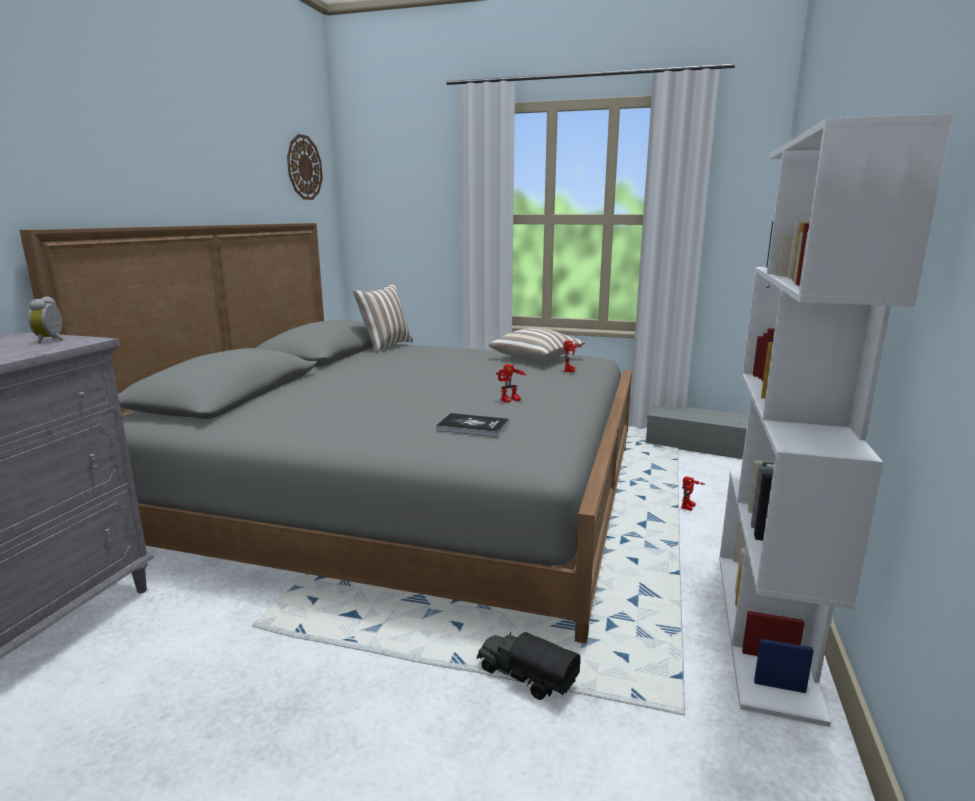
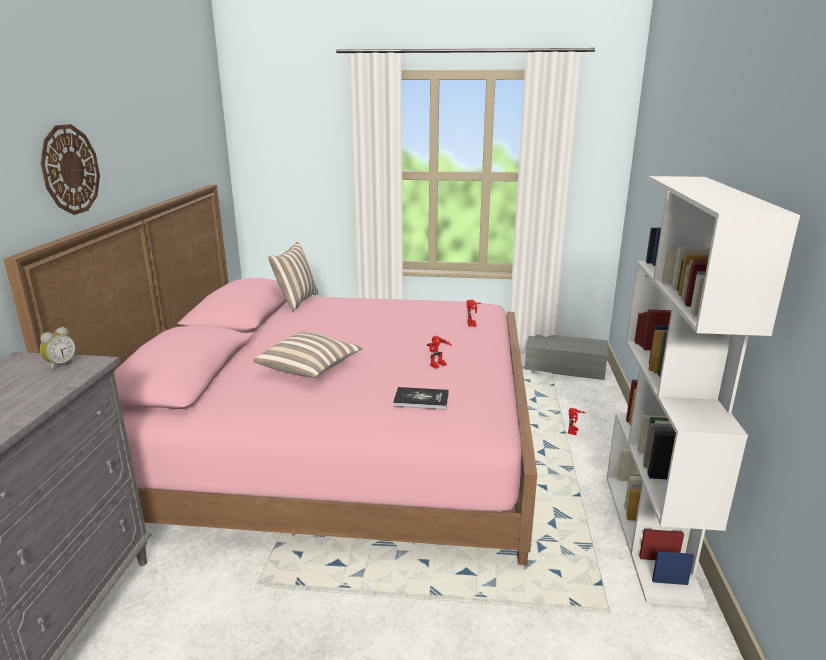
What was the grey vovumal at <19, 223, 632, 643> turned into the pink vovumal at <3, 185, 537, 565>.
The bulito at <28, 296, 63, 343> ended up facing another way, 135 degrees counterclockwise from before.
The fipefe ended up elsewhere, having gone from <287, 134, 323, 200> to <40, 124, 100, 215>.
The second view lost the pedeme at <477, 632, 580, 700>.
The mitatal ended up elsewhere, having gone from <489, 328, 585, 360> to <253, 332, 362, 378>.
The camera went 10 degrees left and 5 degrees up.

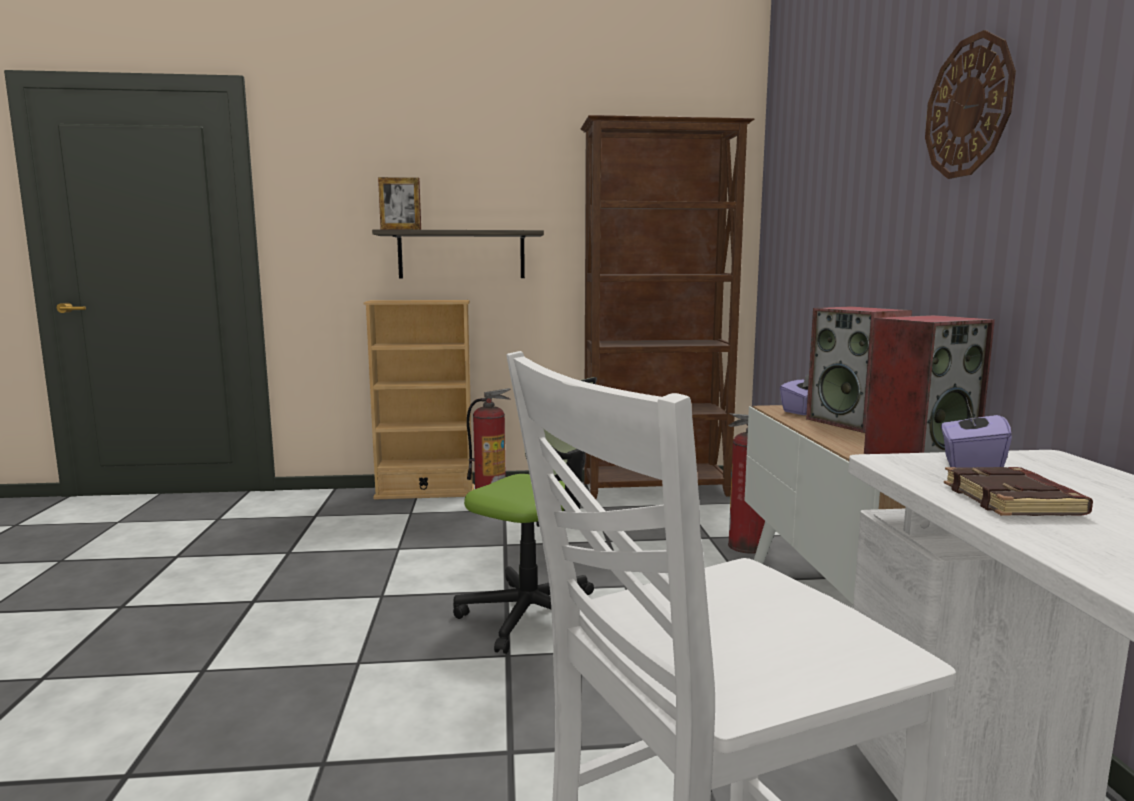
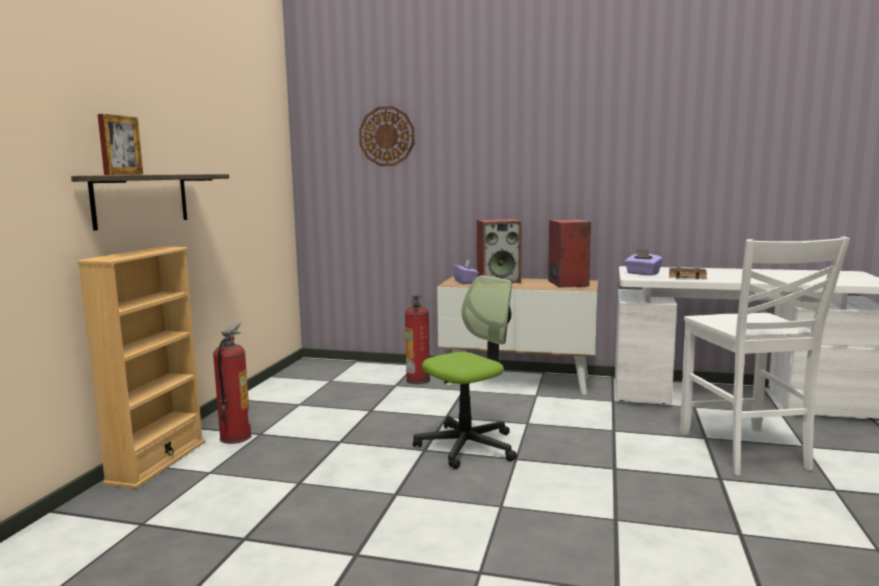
The second view lost the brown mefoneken at <581, 115, 754, 499>.
The fipefe ended up elsewhere, having gone from <925, 30, 1016, 179> to <359, 106, 415, 166>.
The camera went 70 degrees left and 0 degrees up.

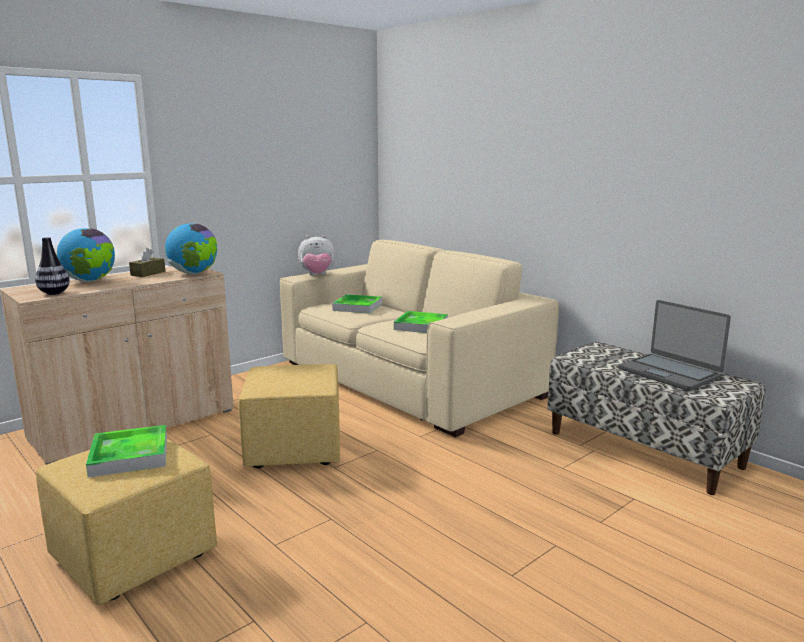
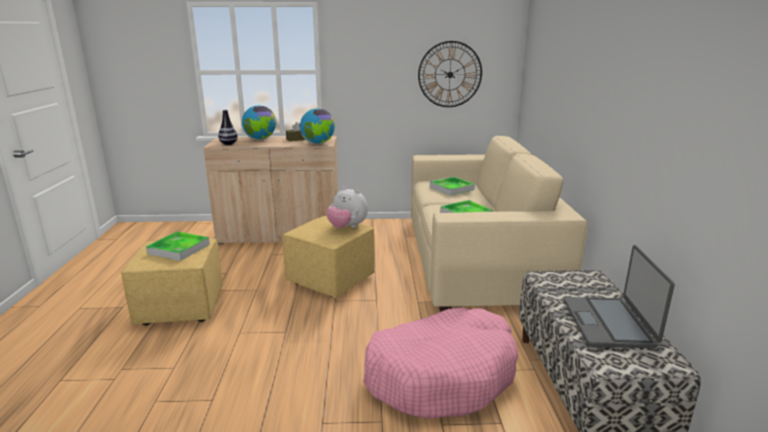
The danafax ended up elsewhere, having gone from <298, 235, 335, 275> to <326, 187, 368, 228>.
The second view gained the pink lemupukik at <363, 307, 518, 419>.
The second view gained the fipefe at <418, 41, 482, 107>.
The camera went 40 degrees right and 5 degrees up.

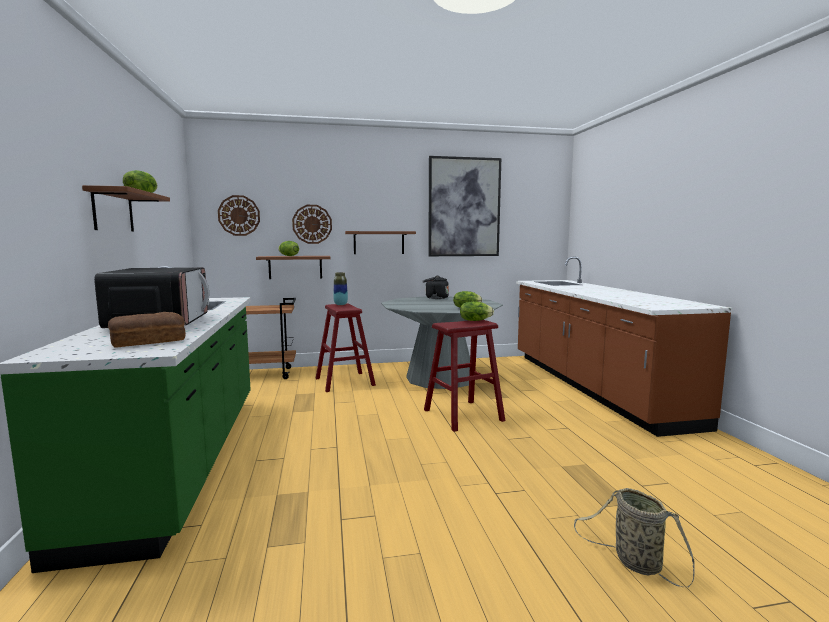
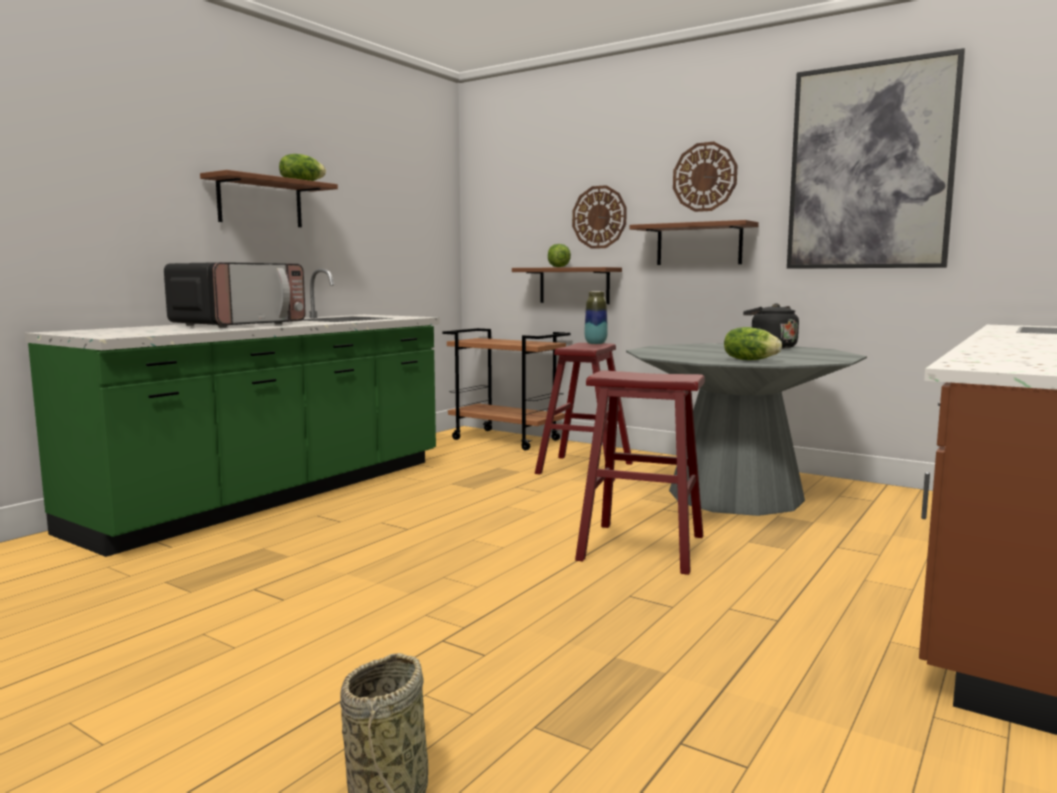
The second view lost the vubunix at <108, 312, 186, 347>.
The fipefe ended up elsewhere, having gone from <218, 195, 260, 236> to <673, 142, 738, 212>.
The second view lost the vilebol at <460, 301, 494, 321>.
The camera went 45 degrees right and 0 degrees up.

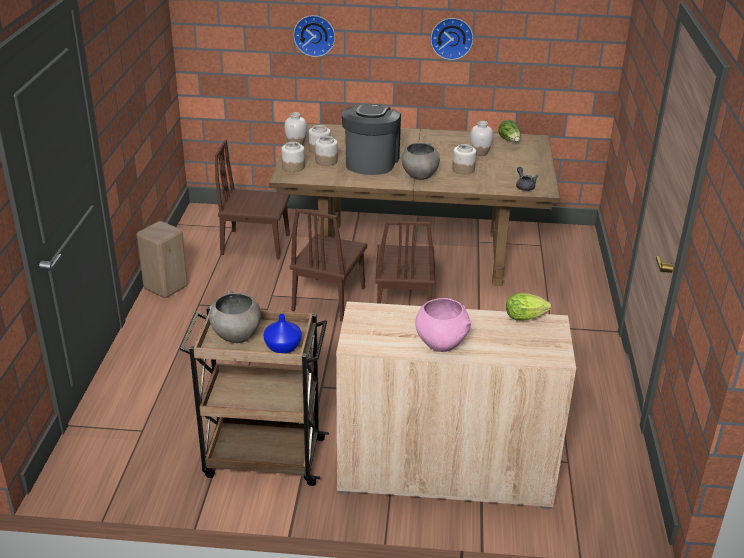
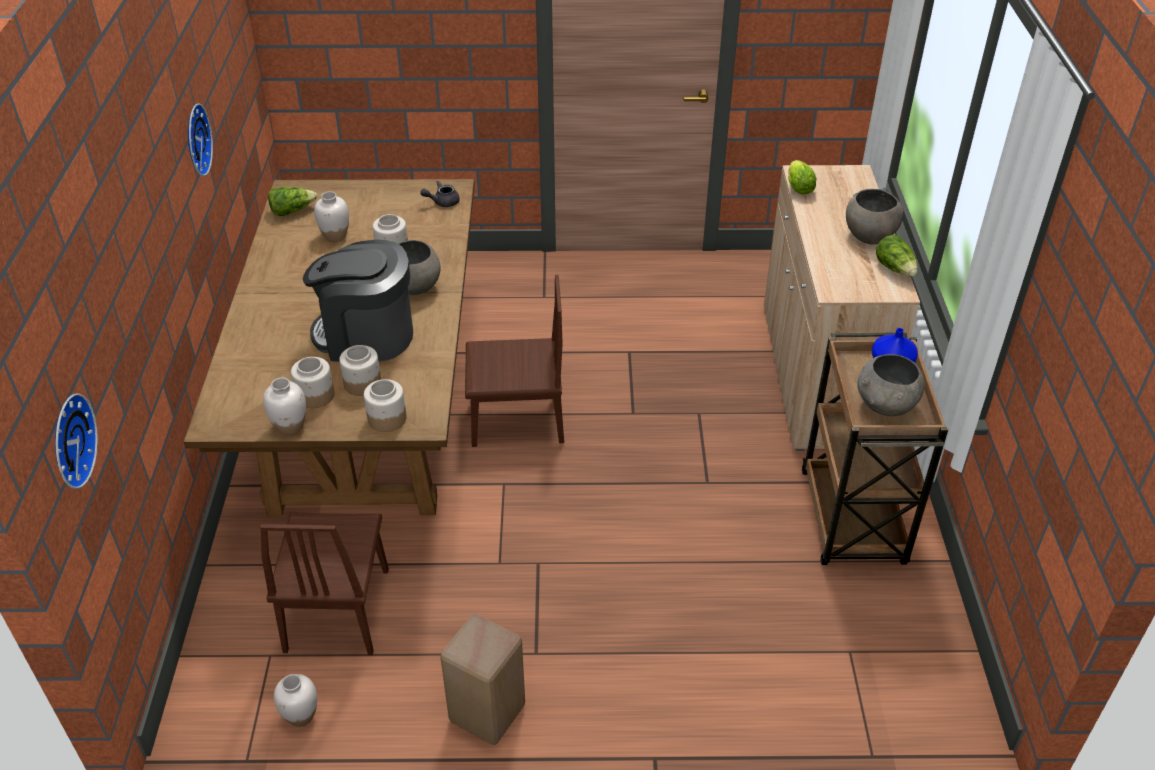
The second view lost the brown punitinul at <290, 208, 367, 322>.
The fipefe ended up elsewhere, having gone from <293, 15, 335, 57> to <55, 393, 98, 489>.
What was the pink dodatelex at <415, 298, 472, 352> turned into the grey dodatelex at <846, 187, 903, 244>.
The second view gained the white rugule at <274, 674, 317, 727>.
The second view gained the vilebol at <876, 235, 918, 276>.
The camera went 95 degrees left and 10 degrees up.

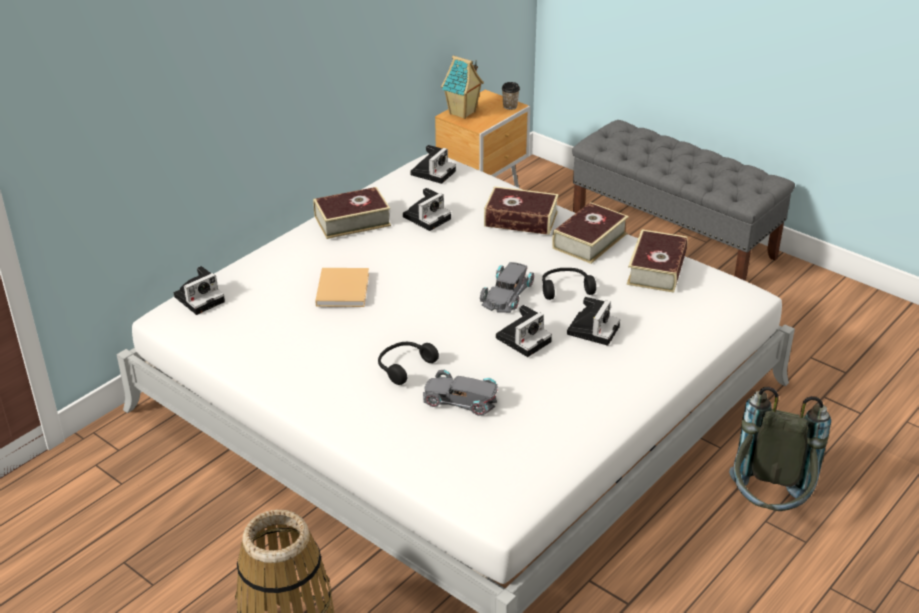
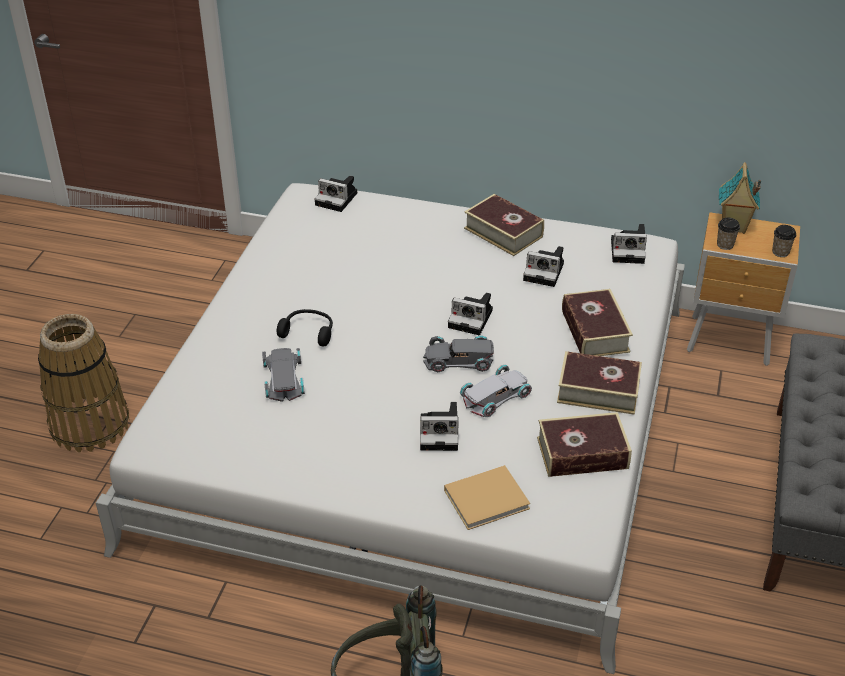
The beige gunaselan ended up elsewhere, having gone from <315, 268, 369, 307> to <444, 465, 531, 530>.
The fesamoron ended up elsewhere, having gone from <496, 305, 552, 357> to <448, 293, 493, 335>.
Where the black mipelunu stood at <542, 268, 596, 300>, the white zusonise came to stand at <460, 364, 532, 417>.
The second view gained the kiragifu at <717, 218, 740, 250>.
The camera went 65 degrees right and 5 degrees up.

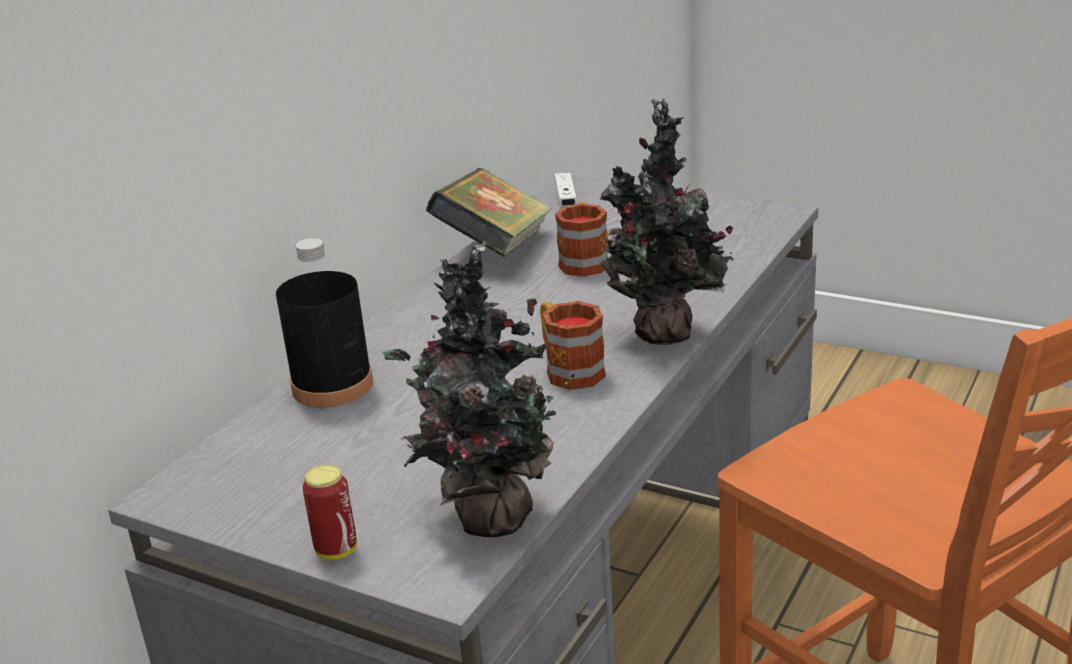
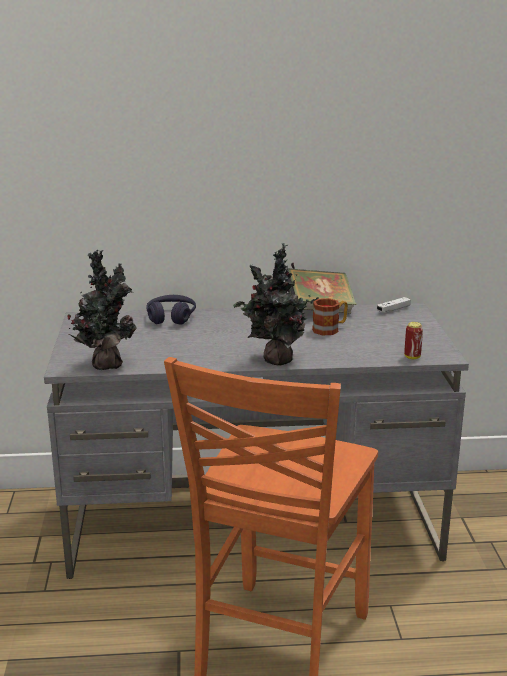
Where the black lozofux stood at <276, 238, 373, 407>, the purple mipelunu came to stand at <147, 295, 196, 325>.
The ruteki ended up elsewhere, having gone from <302, 465, 357, 560> to <404, 322, 423, 359>.
The second view lost the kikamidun at <540, 301, 606, 390>.
The camera went 55 degrees right and 5 degrees down.

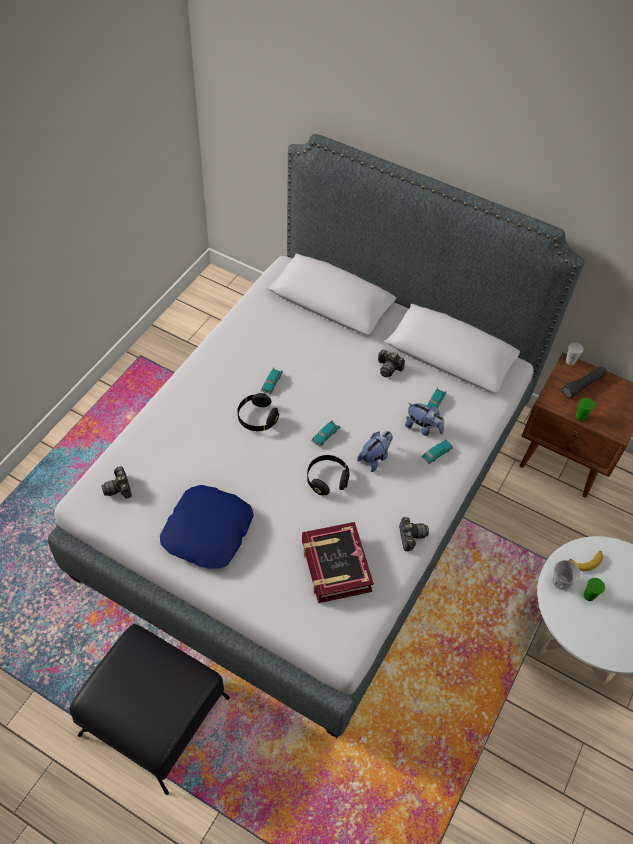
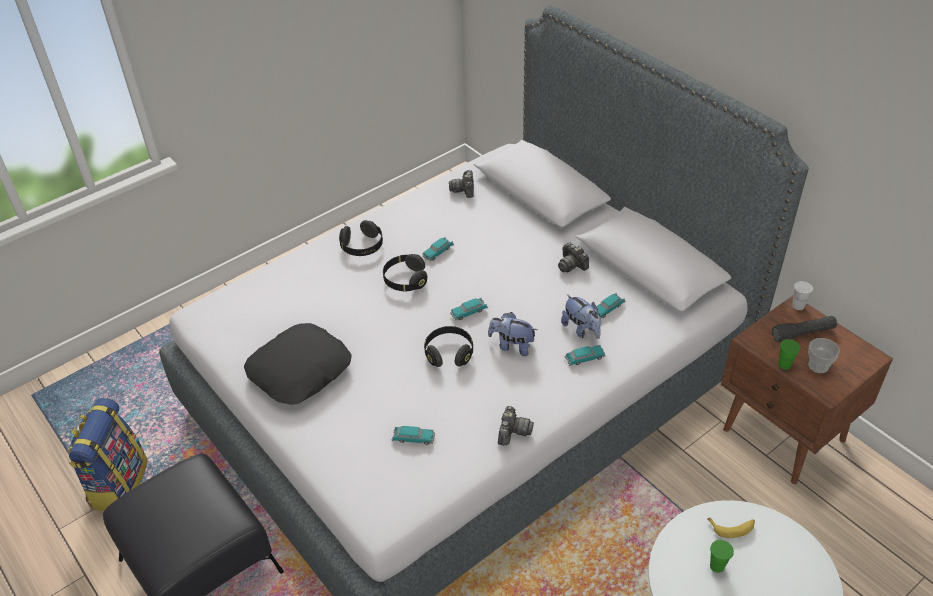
The fesamoron ended up elsewhere, having gone from <101, 466, 132, 499> to <449, 170, 474, 198>.
What was the blue mitatal at <160, 485, 254, 569> turned into the black mitatal at <244, 323, 351, 405>.
Where the gunaselan stood at <302, 522, 374, 603>, the zusonise came to stand at <392, 426, 435, 445>.
The danafax at <357, 431, 393, 472> ended up facing another way, 135 degrees counterclockwise from before.
The kiragifu ended up elsewhere, having gone from <552, 560, 580, 590> to <808, 338, 840, 373>.
The second view gained the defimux at <69, 398, 148, 511>.
The second view gained the black mipelunu at <339, 220, 383, 256>.
The camera went 25 degrees right and 10 degrees down.

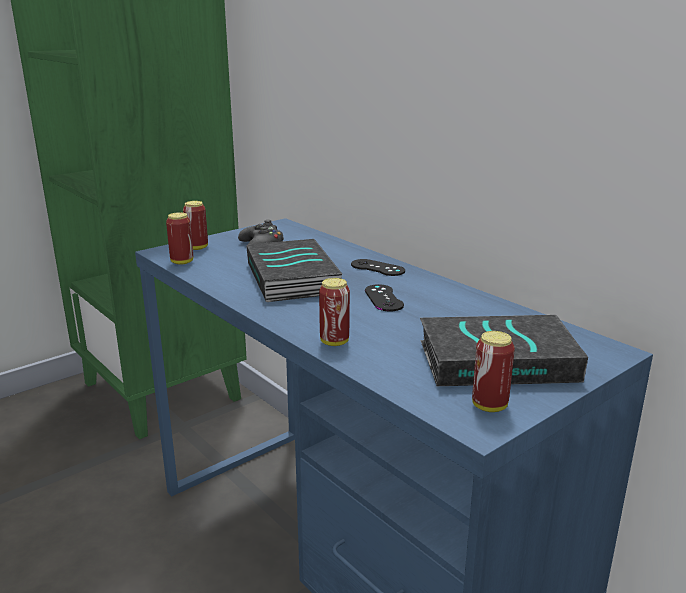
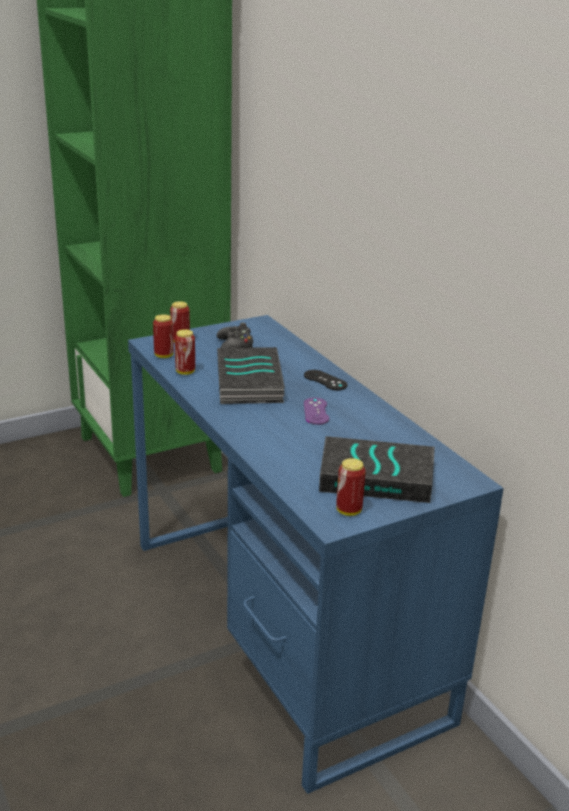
The ruteki ended up elsewhere, having gone from <319, 278, 350, 346> to <175, 329, 195, 375>.
What was the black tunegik at <365, 284, 404, 312> turned into the purple tunegik at <304, 398, 329, 425>.
The camera went 10 degrees right and 5 degrees up.

